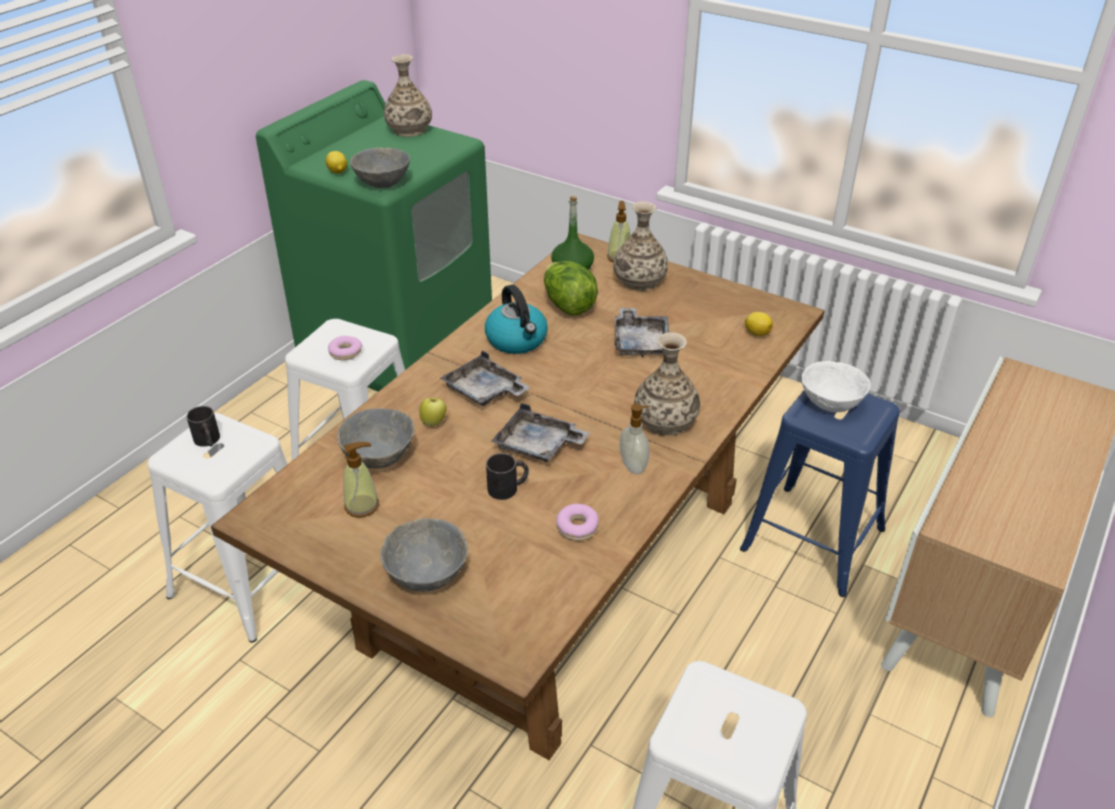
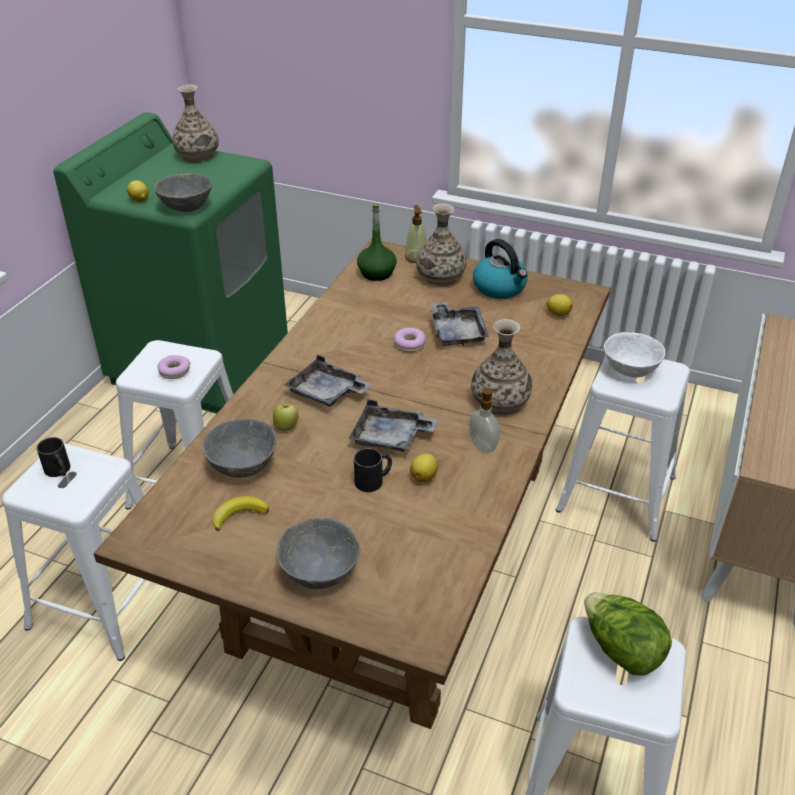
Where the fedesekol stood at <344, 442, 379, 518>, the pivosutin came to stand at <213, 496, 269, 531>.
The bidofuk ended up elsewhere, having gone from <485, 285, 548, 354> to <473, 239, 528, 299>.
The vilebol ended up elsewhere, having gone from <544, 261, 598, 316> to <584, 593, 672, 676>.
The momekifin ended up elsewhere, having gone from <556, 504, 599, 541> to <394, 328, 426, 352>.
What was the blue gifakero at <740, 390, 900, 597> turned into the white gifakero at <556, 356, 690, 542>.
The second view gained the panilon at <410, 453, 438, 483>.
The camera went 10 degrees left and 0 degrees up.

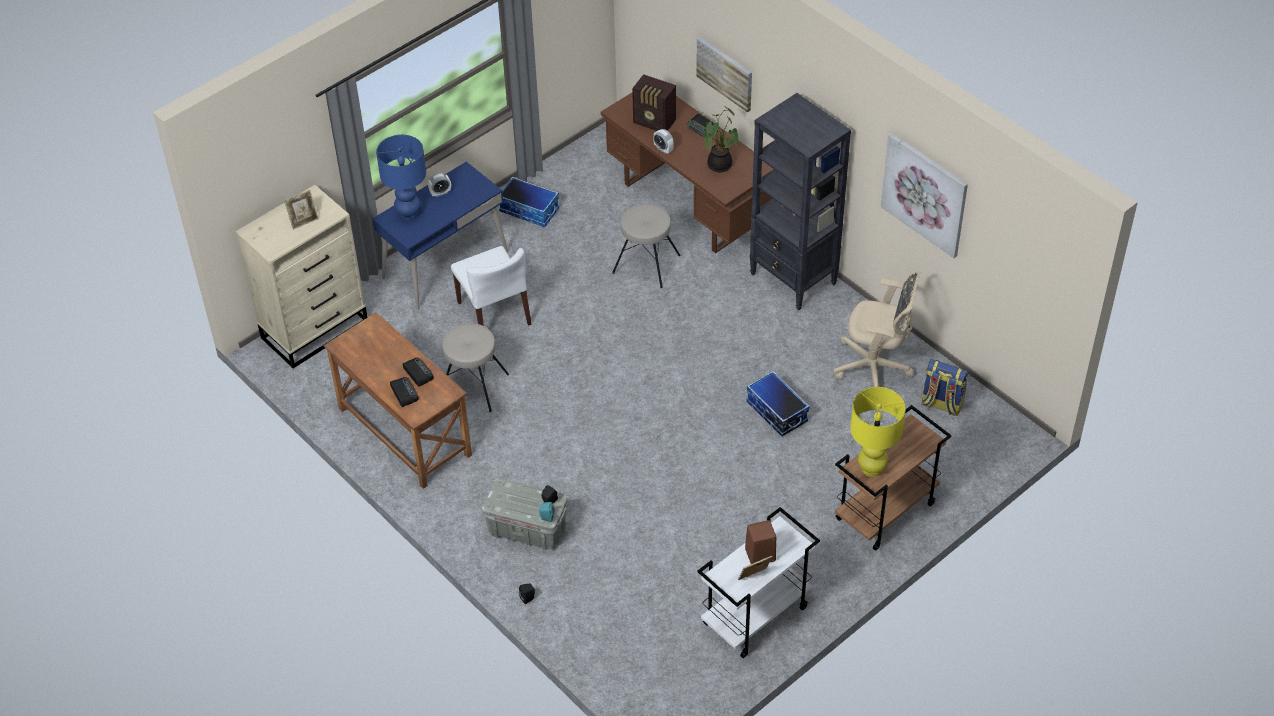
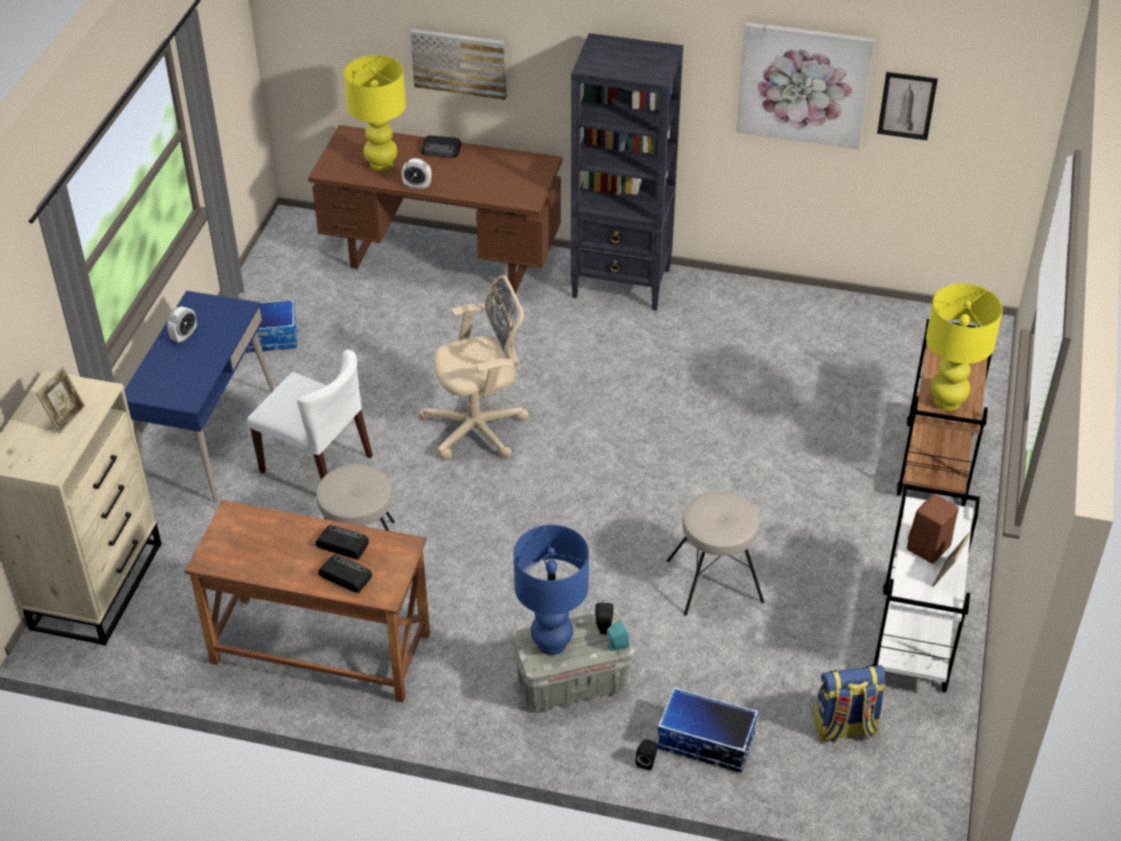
The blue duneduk ended up elsewhere, having gone from <376, 135, 426, 221> to <514, 525, 589, 655>.
The beige gifakero ended up elsewhere, having gone from <612, 204, 681, 288> to <667, 491, 764, 615>.
Where the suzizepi stood at <632, 74, 676, 131>, the yellow duneduk came to stand at <344, 55, 406, 172>.
The second view lost the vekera at <686, 106, 739, 173>.
The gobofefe ended up elsewhere, having gone from <747, 371, 810, 436> to <657, 687, 759, 773>.
The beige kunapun ended up elsewhere, having gone from <834, 271, 921, 387> to <418, 275, 529, 460>.
The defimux ended up elsewhere, having gone from <921, 359, 969, 416> to <813, 665, 886, 744>.
The second view gained the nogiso at <877, 72, 938, 140>.
The camera went 35 degrees left and 5 degrees down.

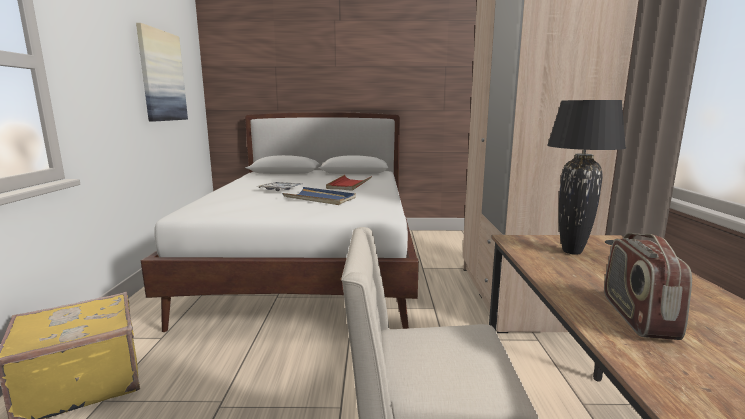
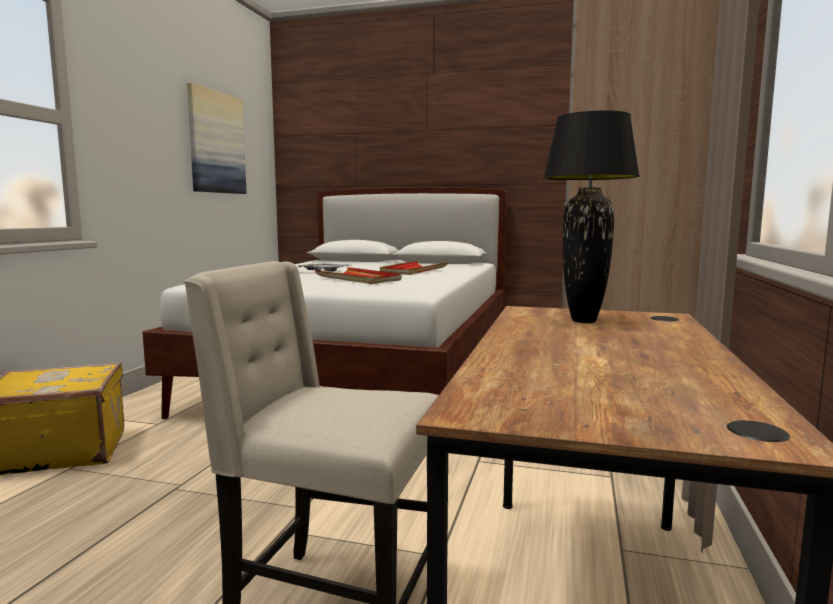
What was the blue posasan at <282, 187, 356, 205> turned into the red posasan at <315, 267, 402, 284>.
The second view lost the suzizepi at <604, 233, 692, 340>.
The camera went 15 degrees right and 5 degrees down.

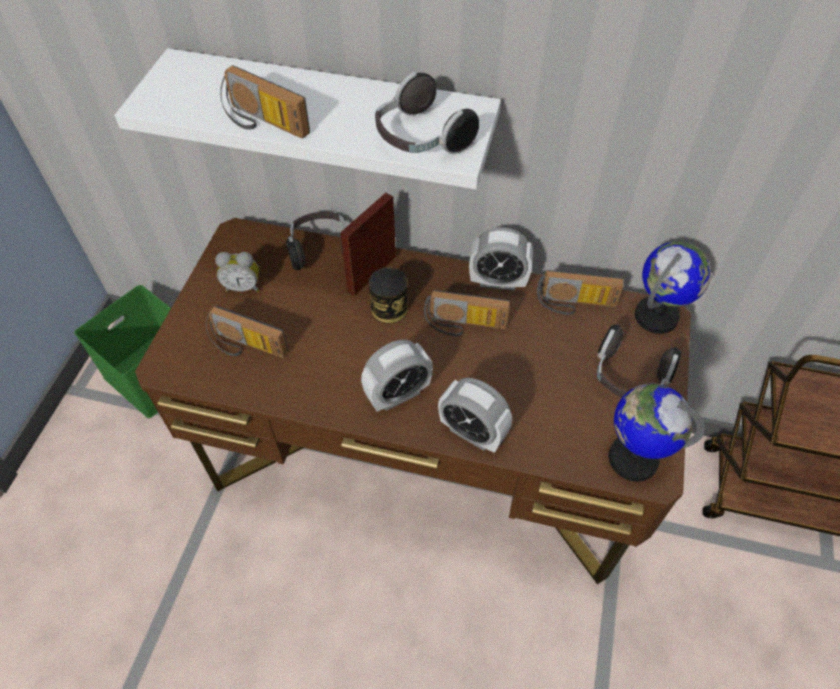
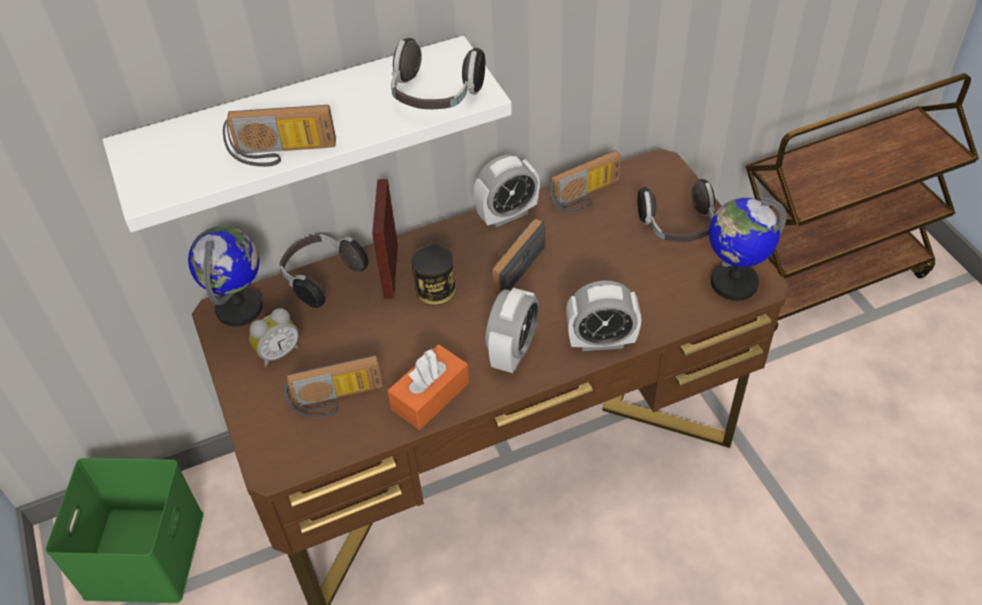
The suzizepi at <424, 290, 510, 336> ended up facing another way, 150 degrees clockwise from before.
The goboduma ended up elsewhere, having gone from <635, 241, 711, 334> to <188, 226, 263, 326>.
The second view gained the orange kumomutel at <388, 344, 469, 430>.
The camera went 35 degrees left and 5 degrees down.

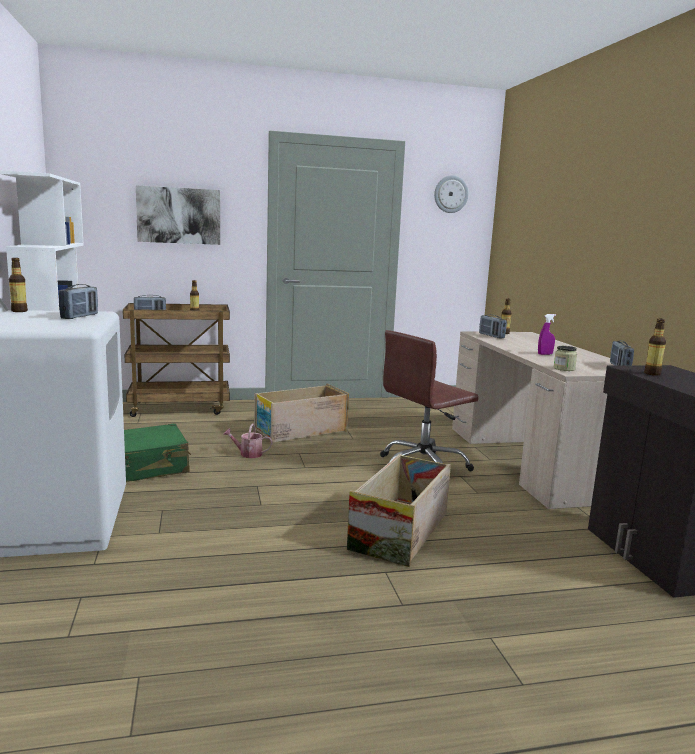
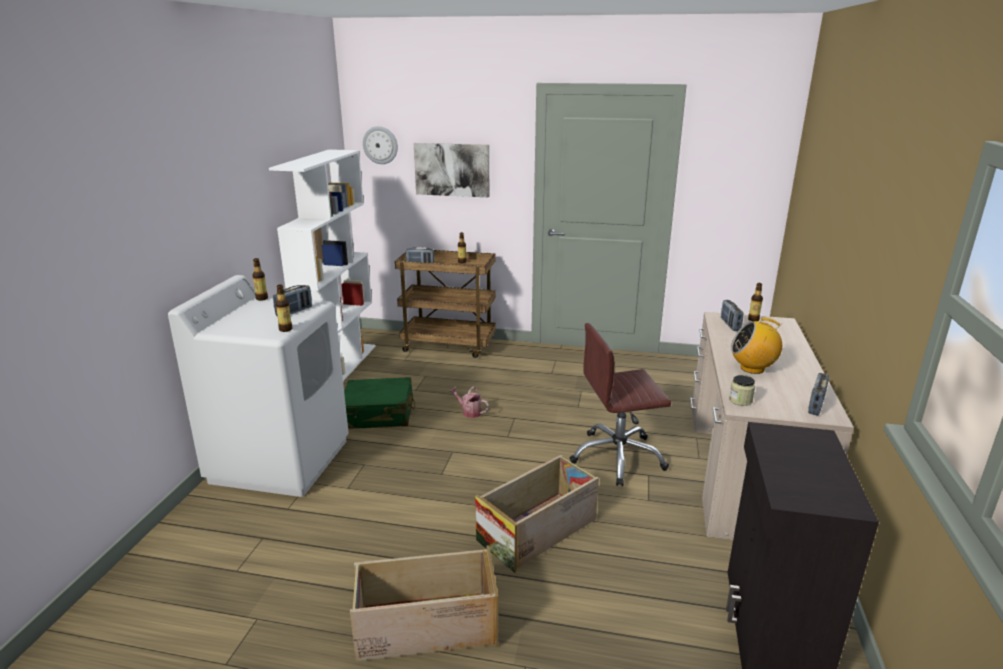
The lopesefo ended up elsewhere, having gone from <254, 384, 349, 442> to <350, 545, 498, 661>.
The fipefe ended up elsewhere, having gone from <434, 175, 469, 213> to <363, 126, 398, 164>.
Where the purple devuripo stood at <538, 314, 556, 355>, the suzizepi came to stand at <731, 318, 782, 374>.
The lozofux ended up elsewhere, having gone from <644, 318, 666, 376> to <275, 285, 293, 332>.
The camera went 25 degrees right and 10 degrees up.

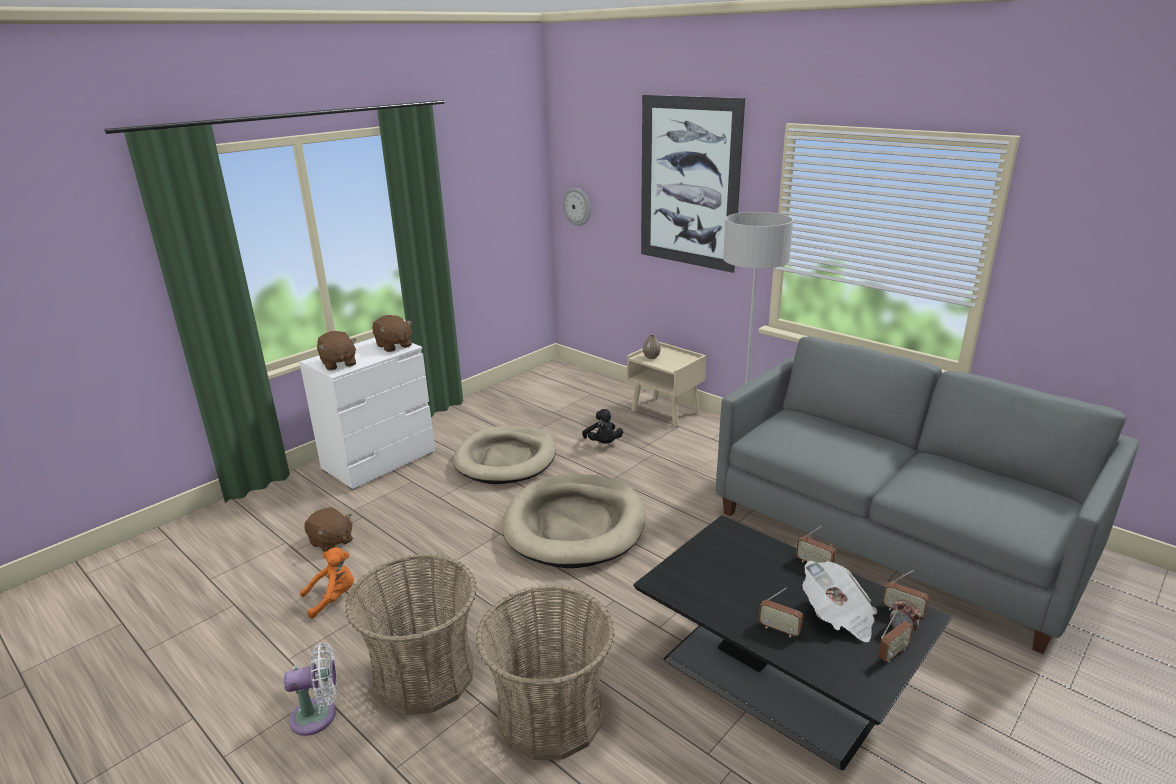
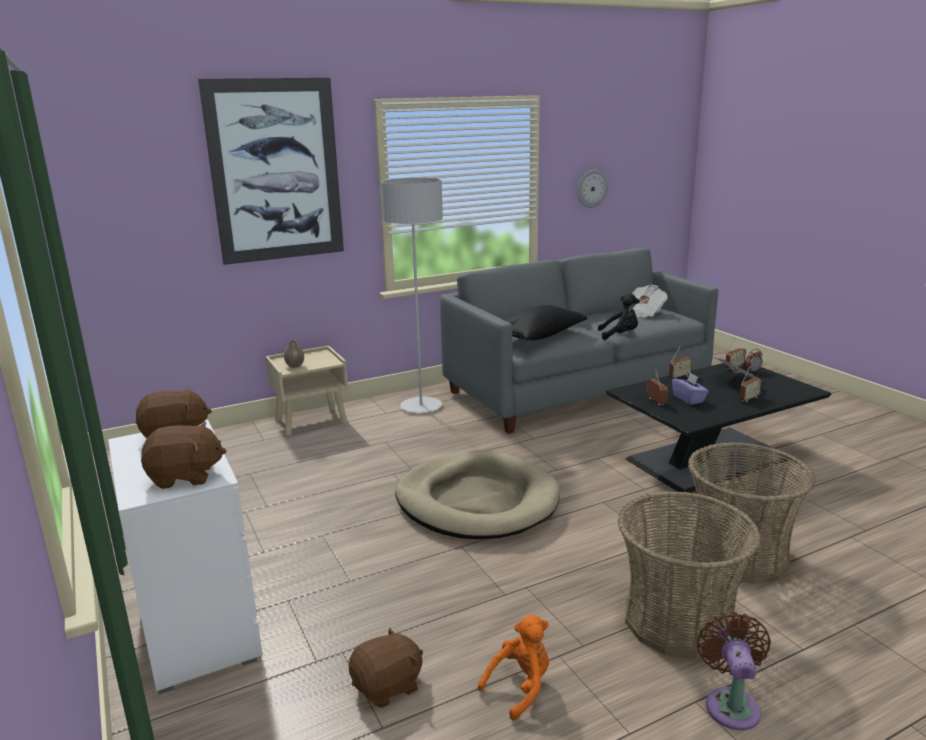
What was the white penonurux at <284, 643, 337, 736> turned into the brown penonurux at <697, 612, 771, 730>.
The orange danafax at <300, 547, 354, 619> ended up facing another way, 60 degrees clockwise from before.
The second view lost the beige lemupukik at <453, 426, 556, 484>.
The fipefe ended up elsewhere, having gone from <563, 188, 591, 226> to <577, 170, 608, 208>.
The black danafax ended up elsewhere, having gone from <582, 409, 623, 444> to <598, 293, 640, 340>.
The suzizepi ended up elsewhere, having gone from <878, 610, 914, 662> to <647, 369, 668, 405>.
The second view gained the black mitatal at <505, 305, 587, 340>.
The second view gained the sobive at <631, 285, 668, 317>.
The second view gained the purple kumomutel at <672, 373, 709, 405>.
The camera went 70 degrees left and 5 degrees down.

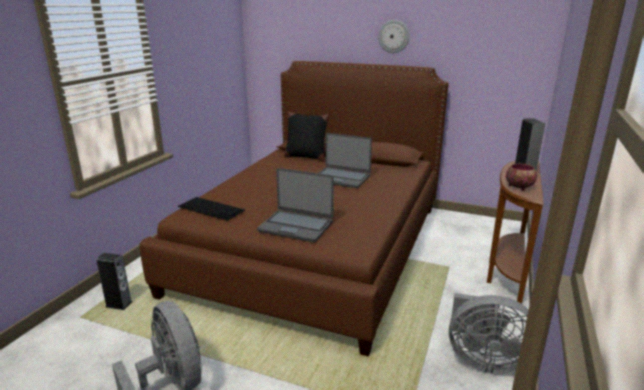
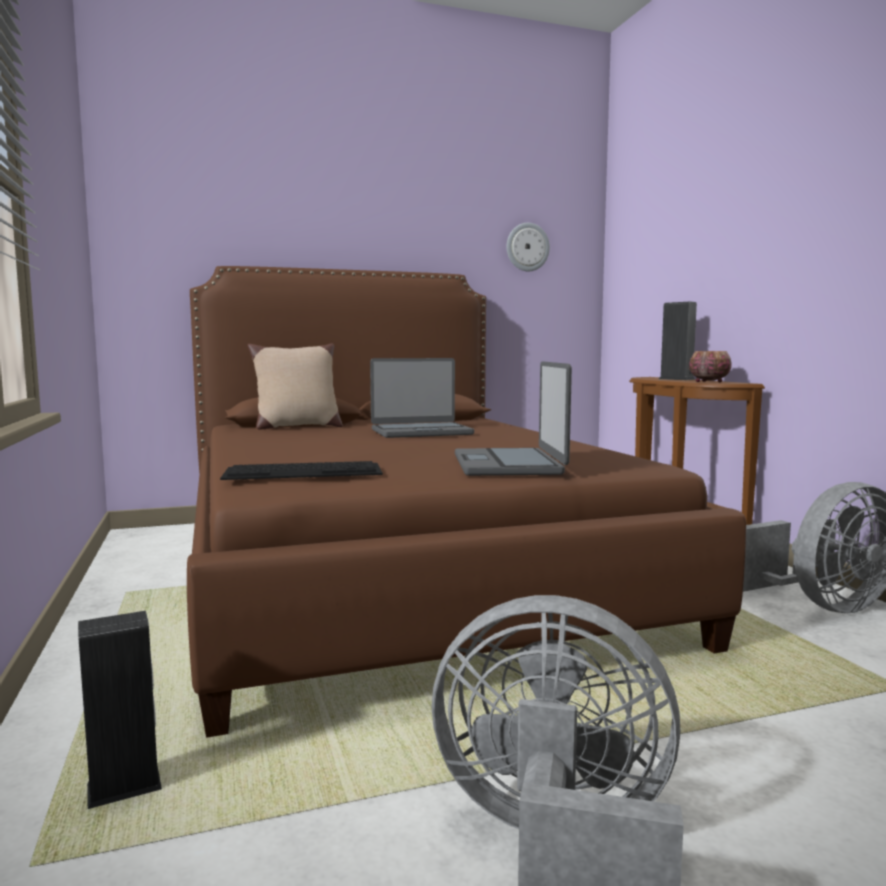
The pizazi at <257, 168, 334, 242> ended up facing another way, 105 degrees clockwise from before.
What was the black mitatal at <284, 111, 329, 162> turned into the beige mitatal at <248, 343, 343, 430>.
The fipefe ended up elsewhere, having gone from <378, 20, 409, 53> to <507, 223, 550, 271>.
The camera went 40 degrees left and 15 degrees down.

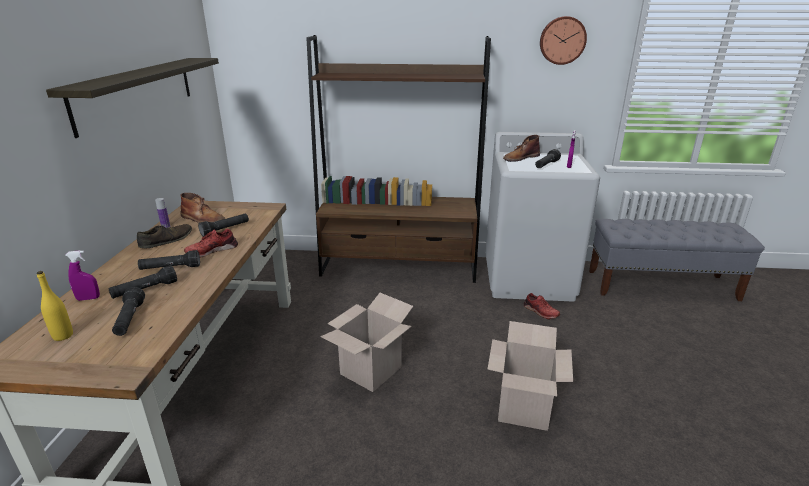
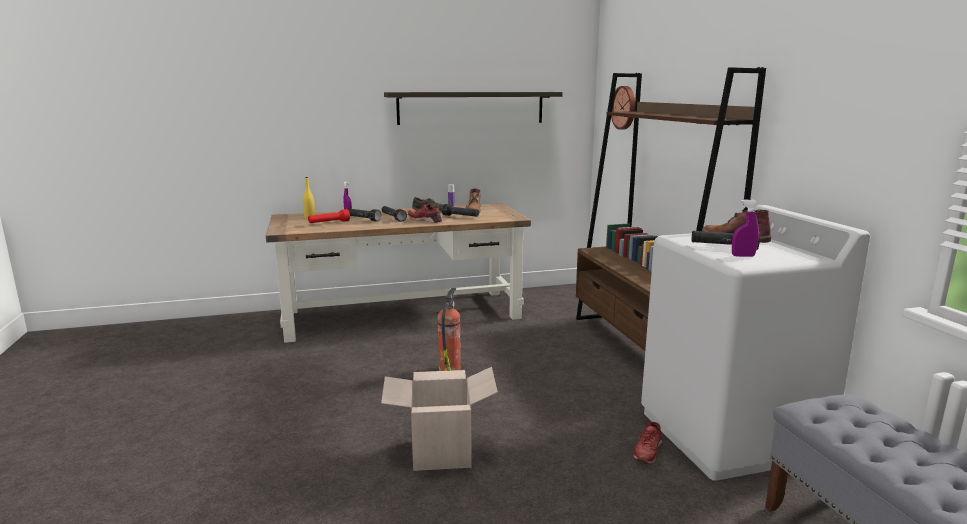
What was the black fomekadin at <112, 287, 145, 336> turned into the red fomekadin at <308, 209, 350, 223>.
Where the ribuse stood at <320, 293, 413, 392>, the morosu came to stand at <437, 288, 461, 371>.
The fipefe ended up elsewhere, having gone from <540, 16, 587, 65> to <611, 86, 635, 130>.
The camera went 70 degrees right and 10 degrees down.

